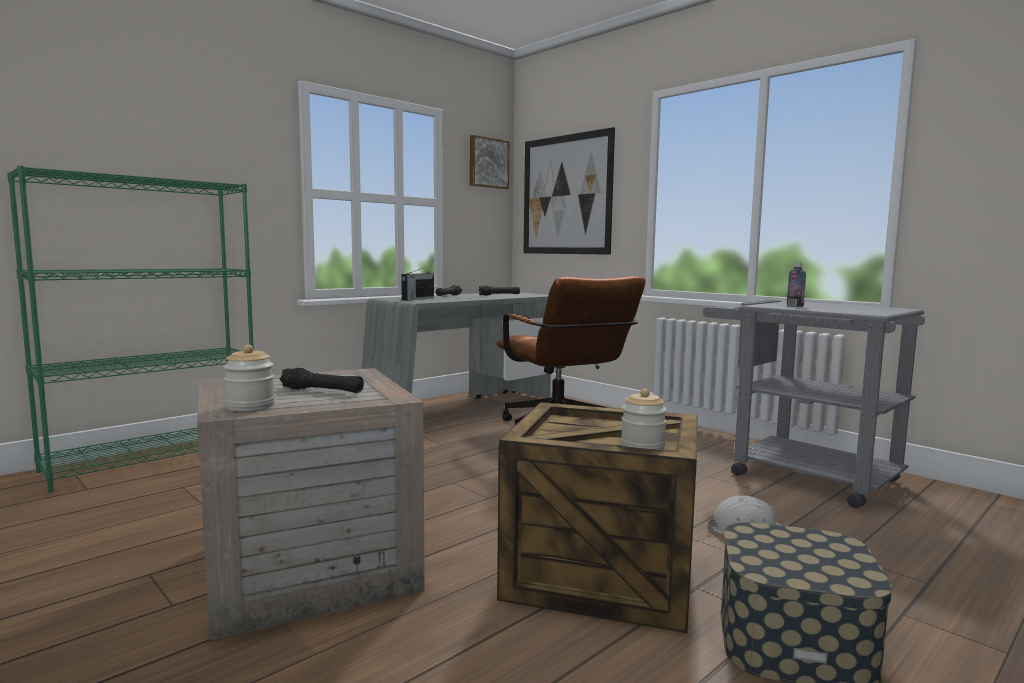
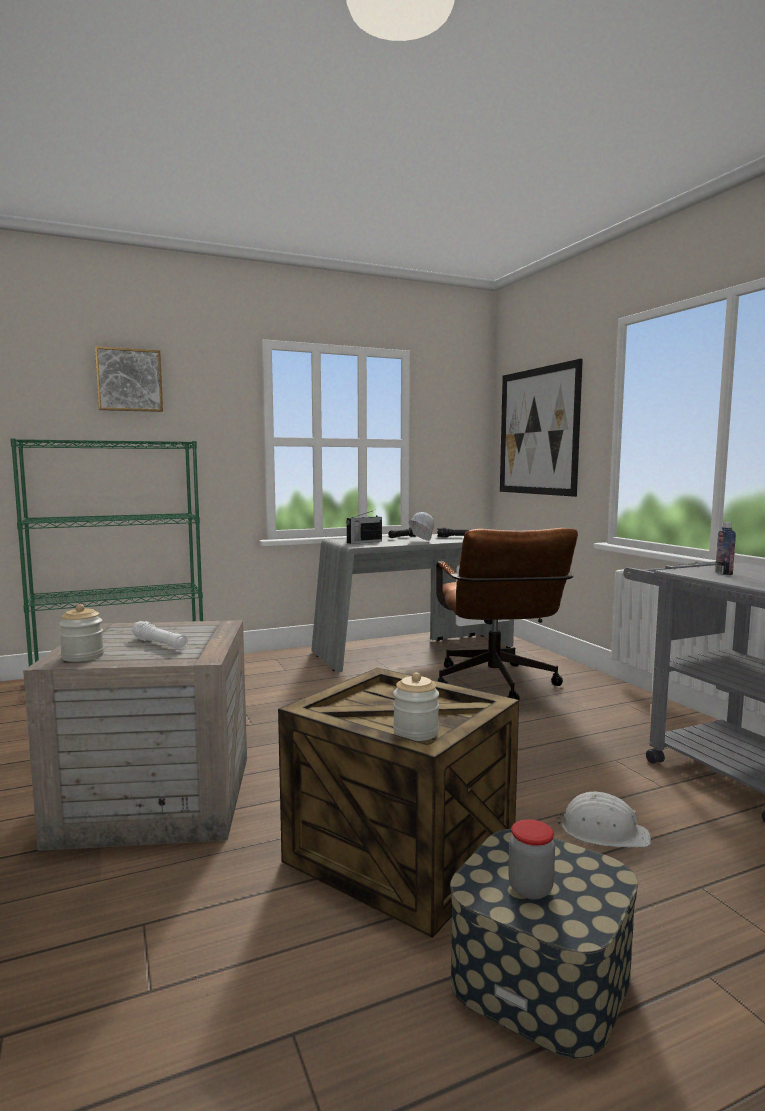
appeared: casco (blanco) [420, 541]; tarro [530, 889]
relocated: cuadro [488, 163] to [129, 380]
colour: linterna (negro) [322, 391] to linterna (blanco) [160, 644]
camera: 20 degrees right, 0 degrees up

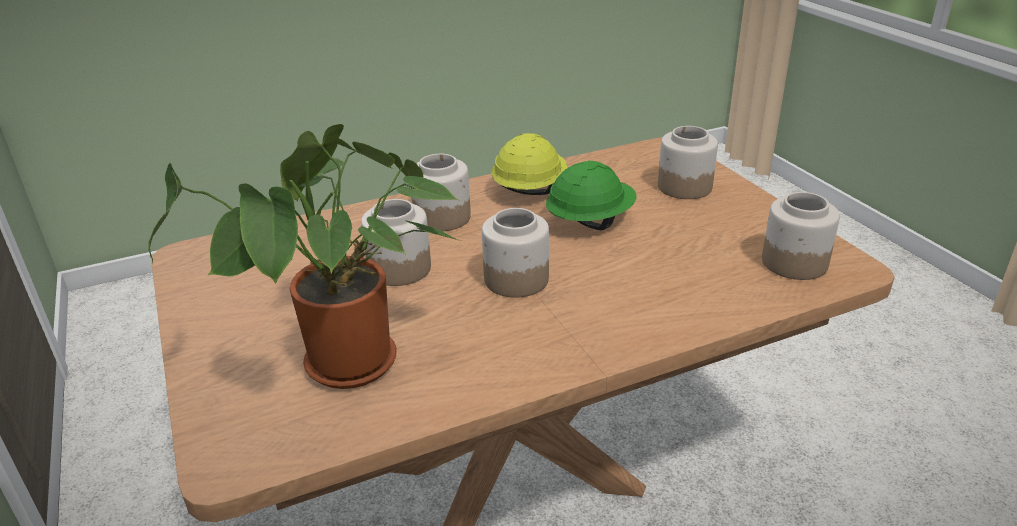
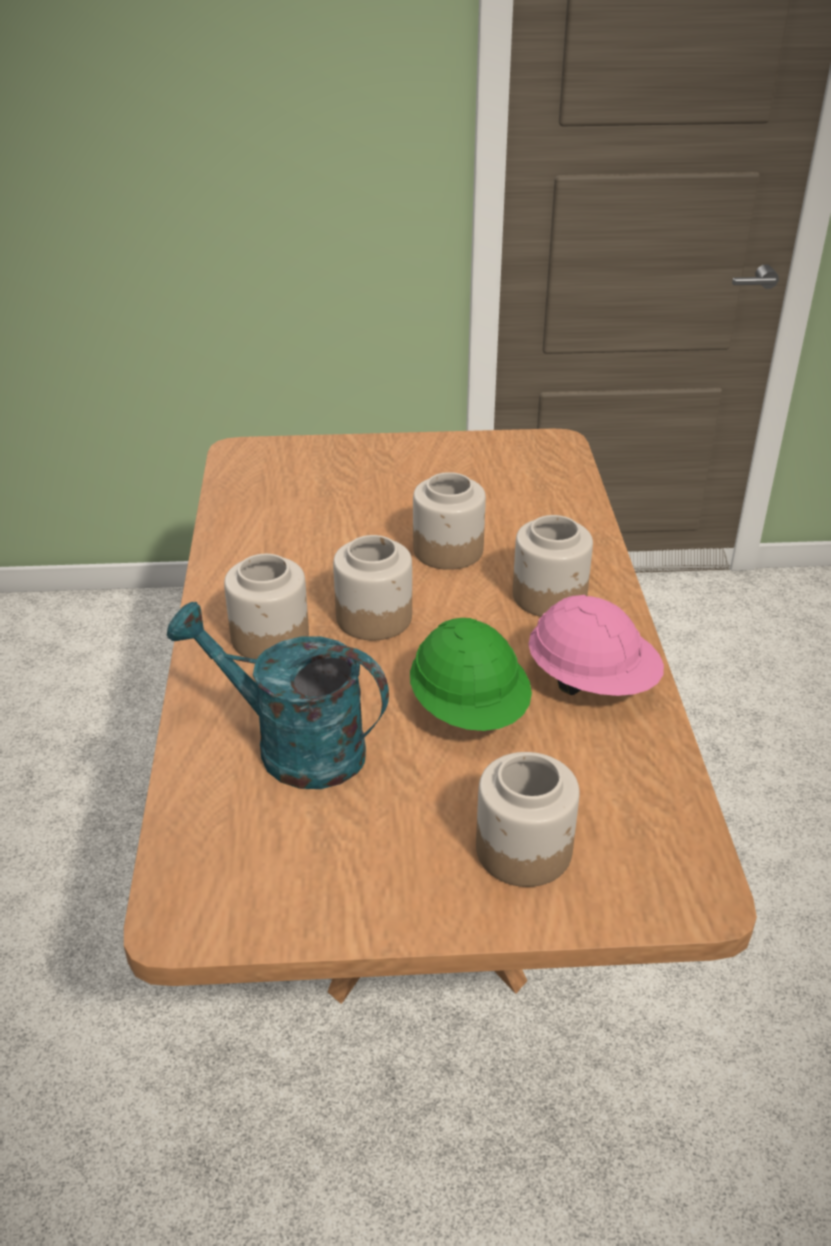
missing: planta en maceta [348, 370]
appeared: regadera (turquesa) [292, 747]
relocated: tarro [793, 262] to [271, 637]
colour: casco (amarillo) [529, 190] to casco (rosa) [592, 682]
camera: 110 degrees right, 5 degrees up

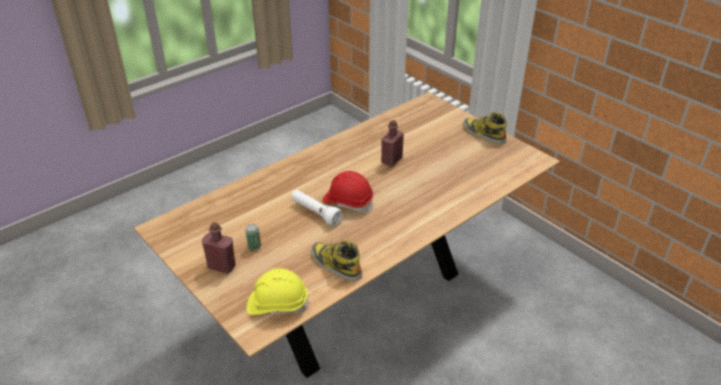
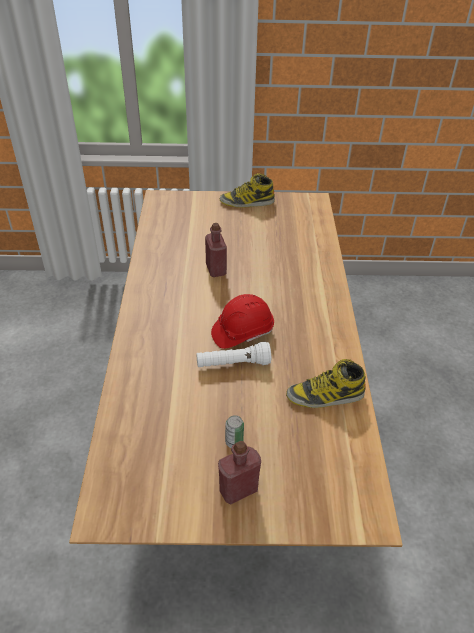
missing: casco (amarillo) [277, 304]
camera: 50 degrees left, 5 degrees up

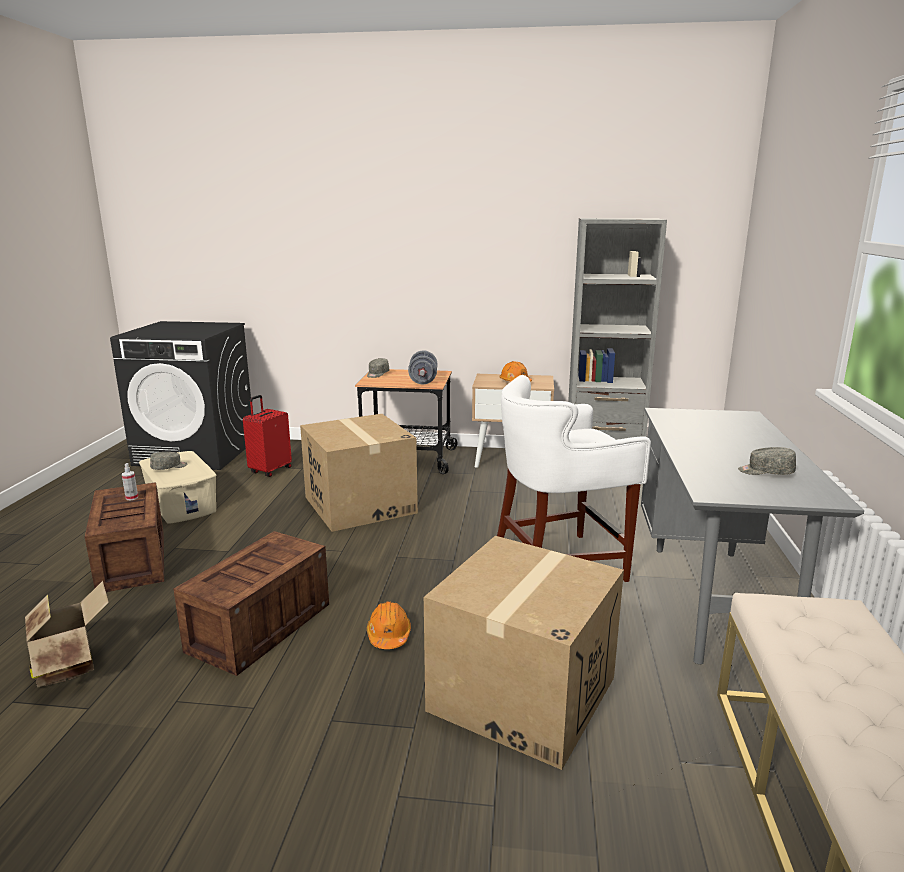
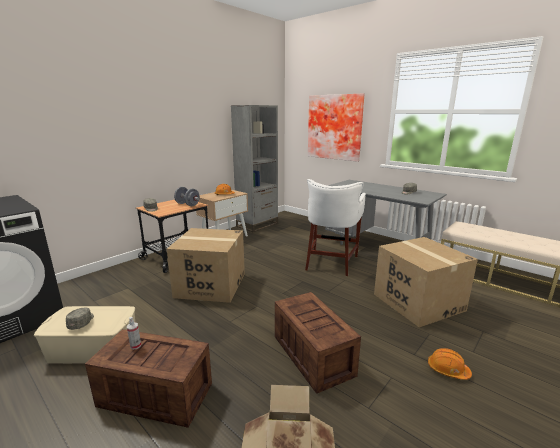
missing: maleta (rojo) [270, 470]
appeared: cuadro [335, 127]
relocated: casco (naranja) [389, 635] to [447, 370]
camera: 55 degrees left, 0 degrees up

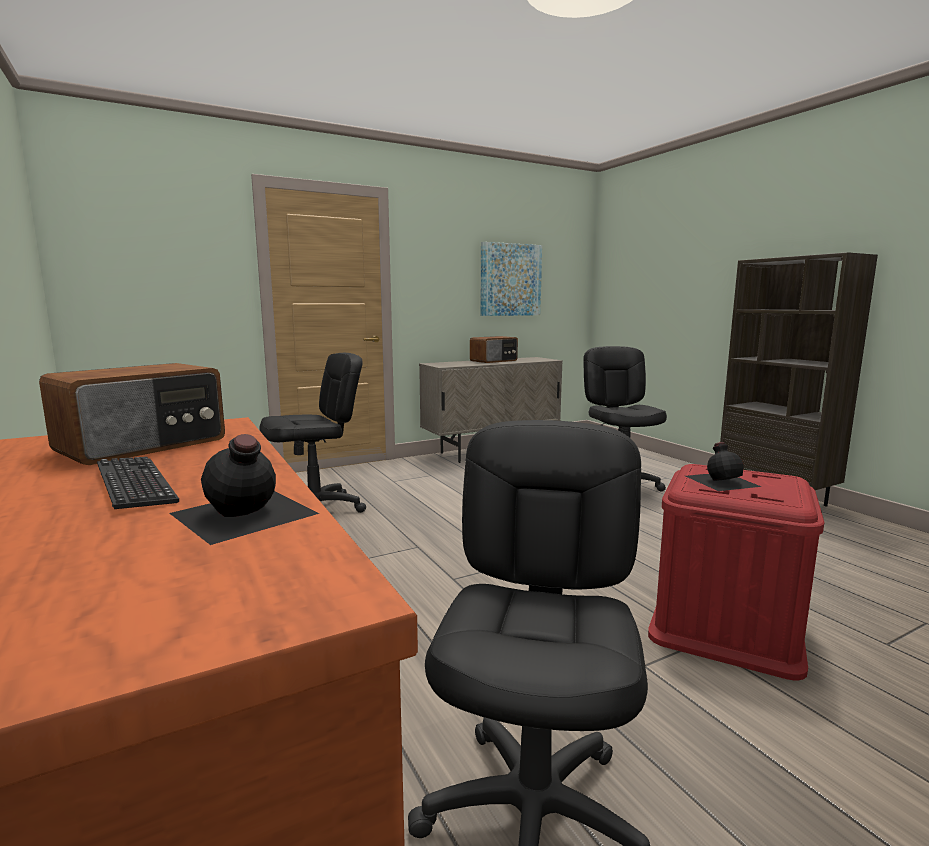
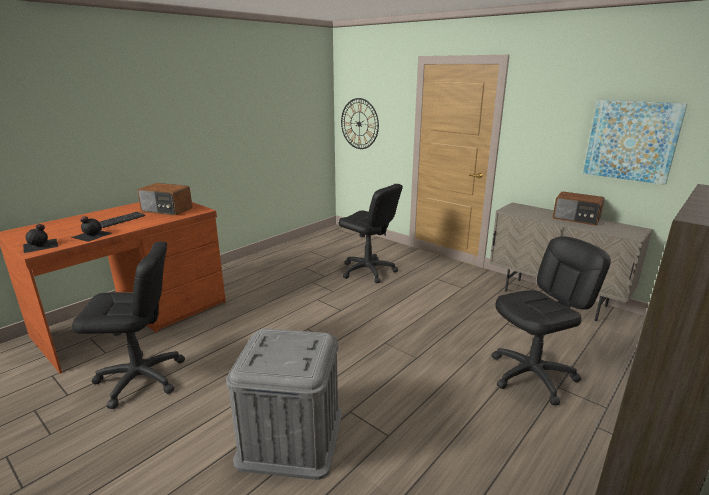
appeared: reloj de pared [359, 124]
relocated: botella (negro) [722, 480] to [41, 245]
colour: caja de almacenaje (rojo) [726, 625] to caja de almacenaje (gris) [291, 437]
camera: 70 degrees right, 10 degrees up

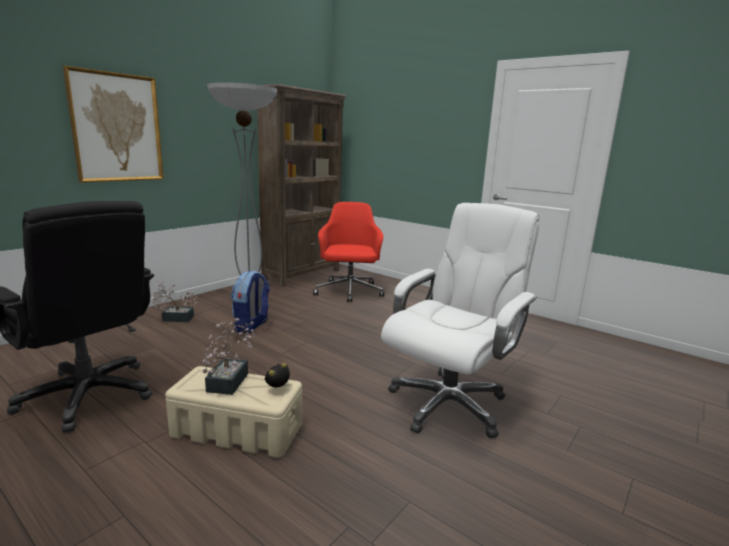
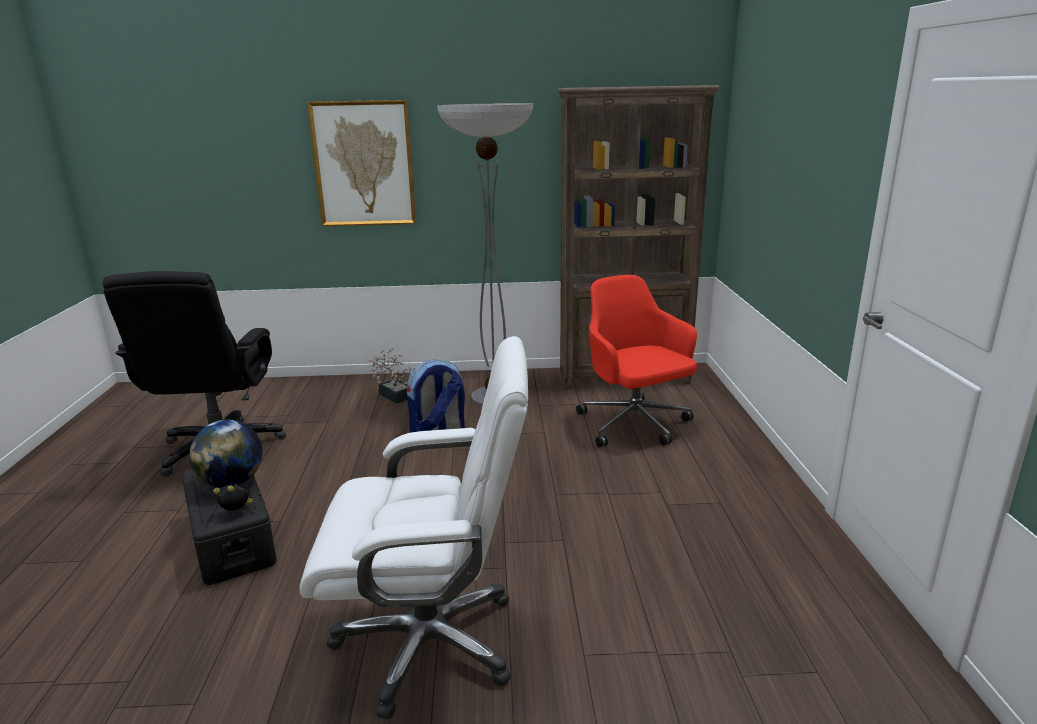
exchanged: planta en maceta [230, 379] to globo terráqueo [232, 483]
colour: caja de almacenaje (beis) [236, 430] to caja de almacenaje (negro) [231, 539]
spun: silla de oficina (rojo) [349, 292] = [634, 425] 75 degrees counterclockwise
camera: 50 degrees right, 5 degrees up

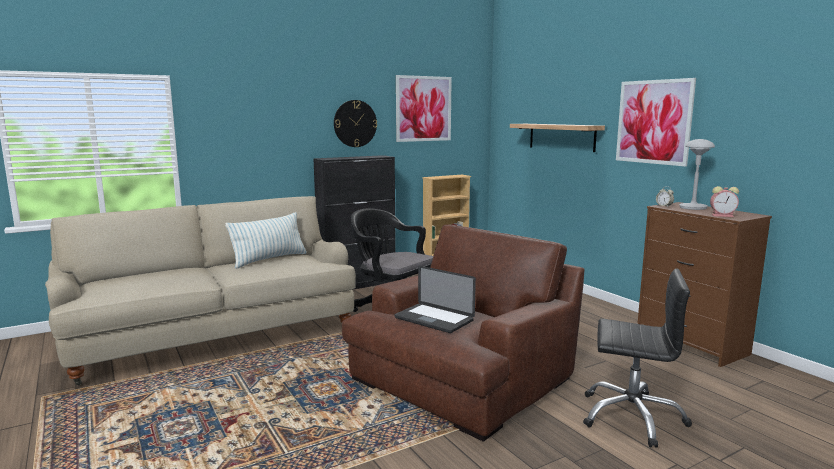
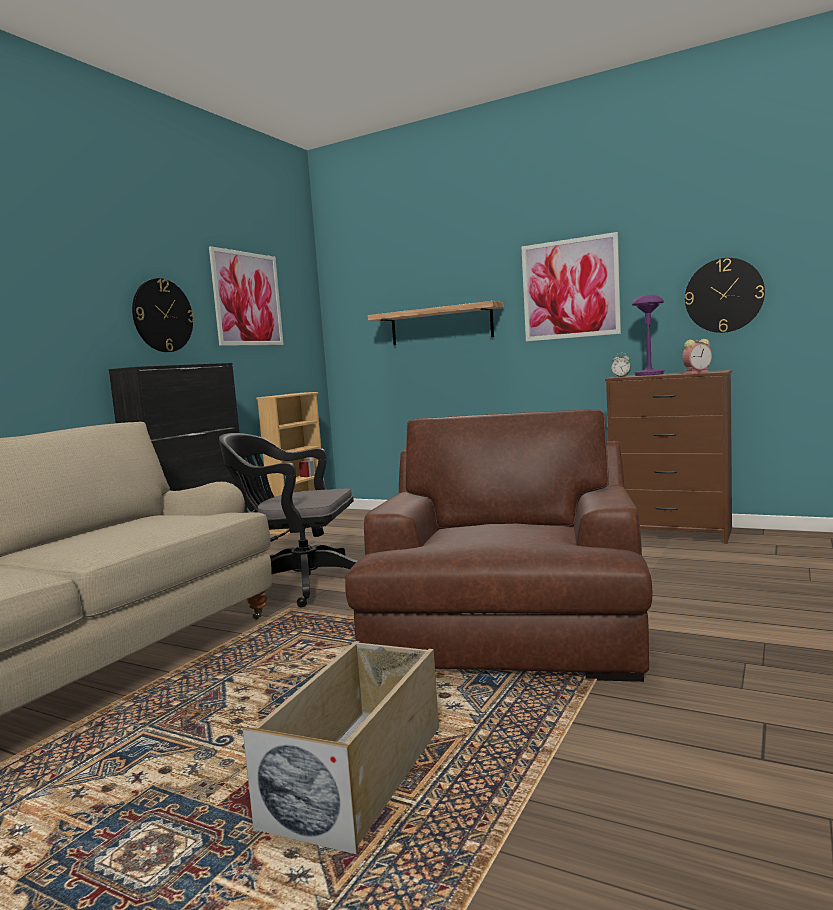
missing: cojín [269, 259]; portátil [434, 319]; silla de oficina (negro) [631, 416]
appeared: caja de almacenaje (beis) [358, 774]; reloj de pared [724, 295]
colour: lámpara de mesa (gris) [693, 207] to lámpara de mesa (morado) [649, 374]
camera: 30 degrees left, 5 degrees down

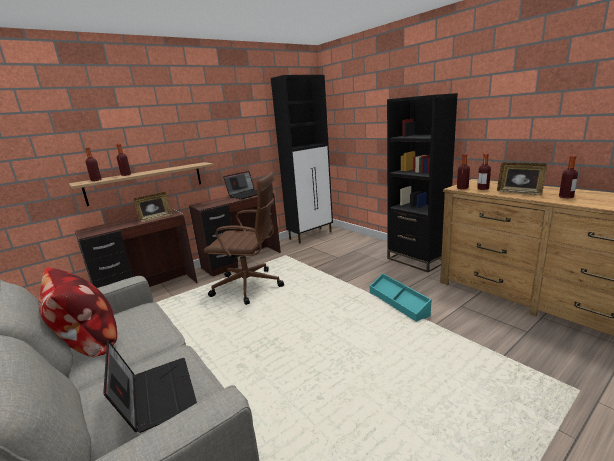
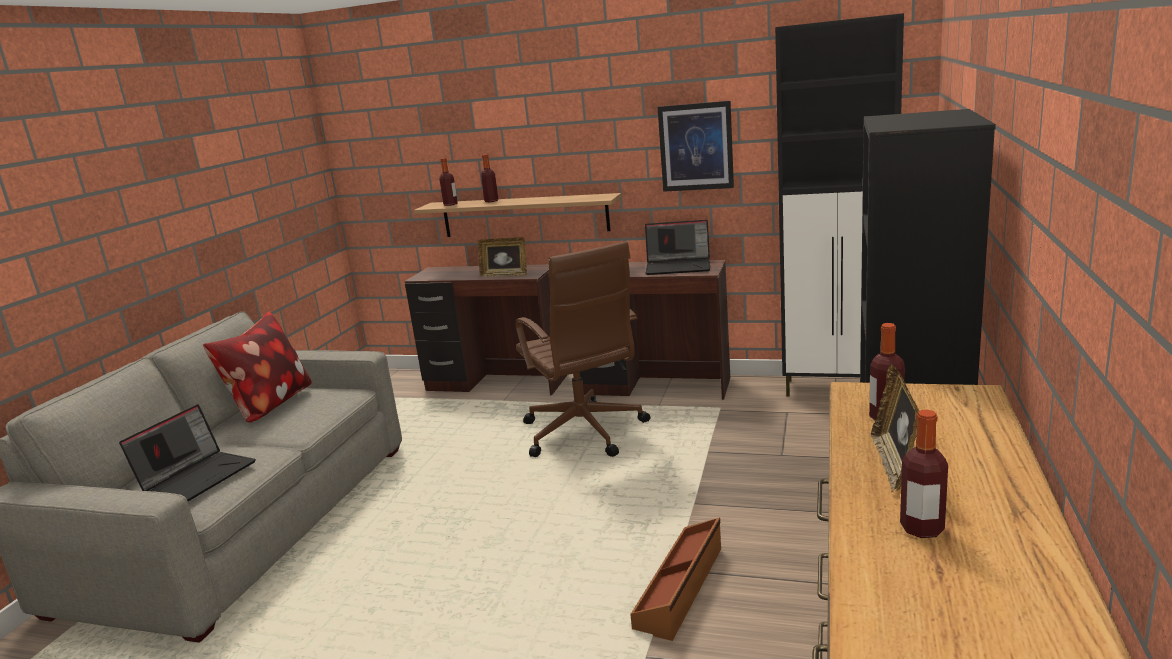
missing: botella [462, 188]
appeared: cuadro [696, 147]
colour: caja de almacenaje (turquesa) [398, 303] to caja de almacenaje (marrón) [681, 587]
camera: 55 degrees right, 0 degrees up

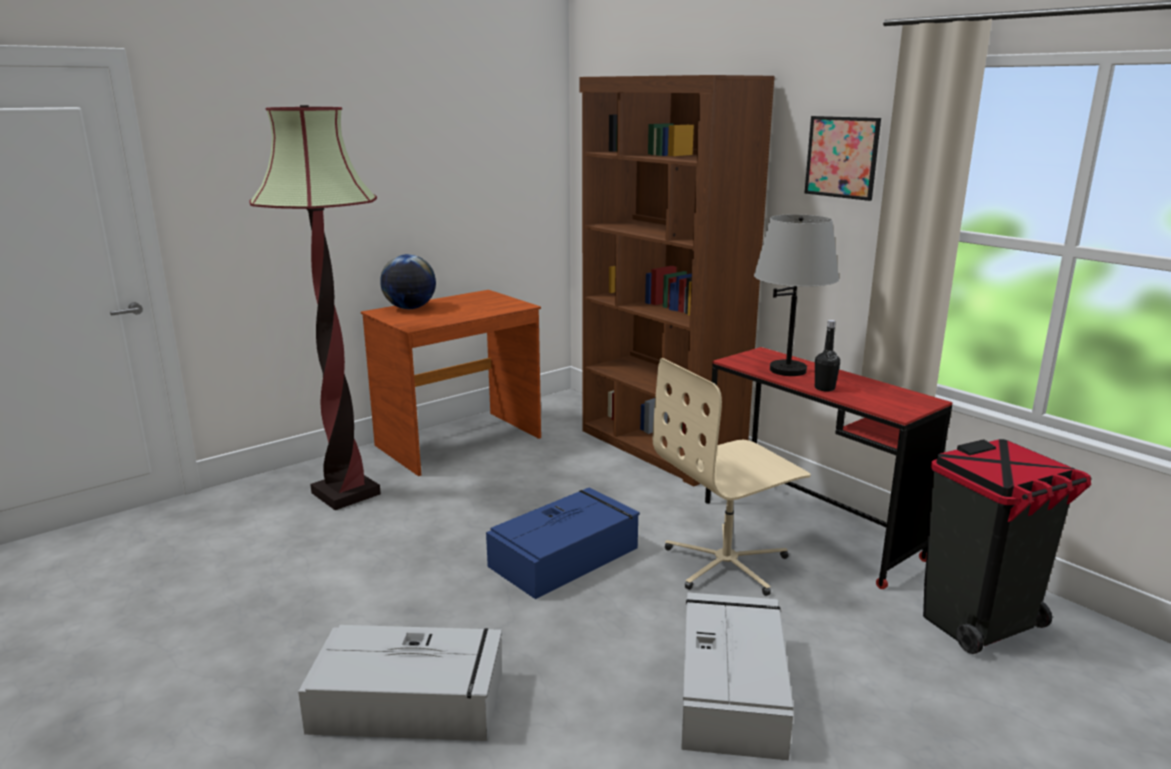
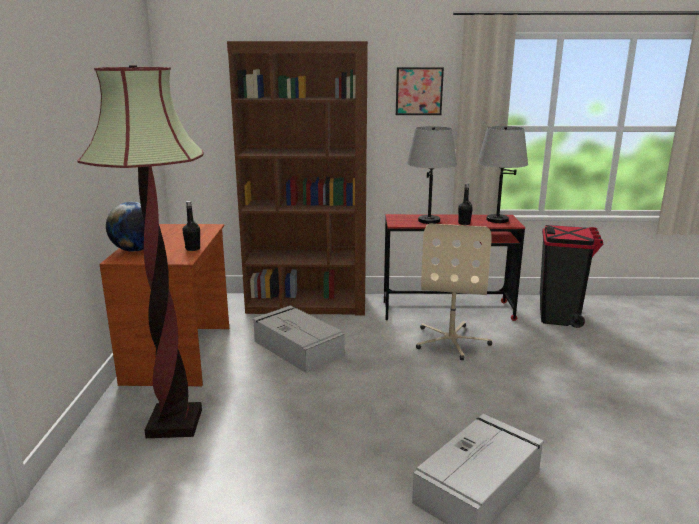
missing: caja de almacenaje (azul) [566, 556]
appeared: botella (negro) [193, 249]; lámpara de mesa (gris) [497, 220]
relocated: caja de almacenaje (gris) [731, 688] to [297, 348]
camera: 50 degrees left, 0 degrees up

